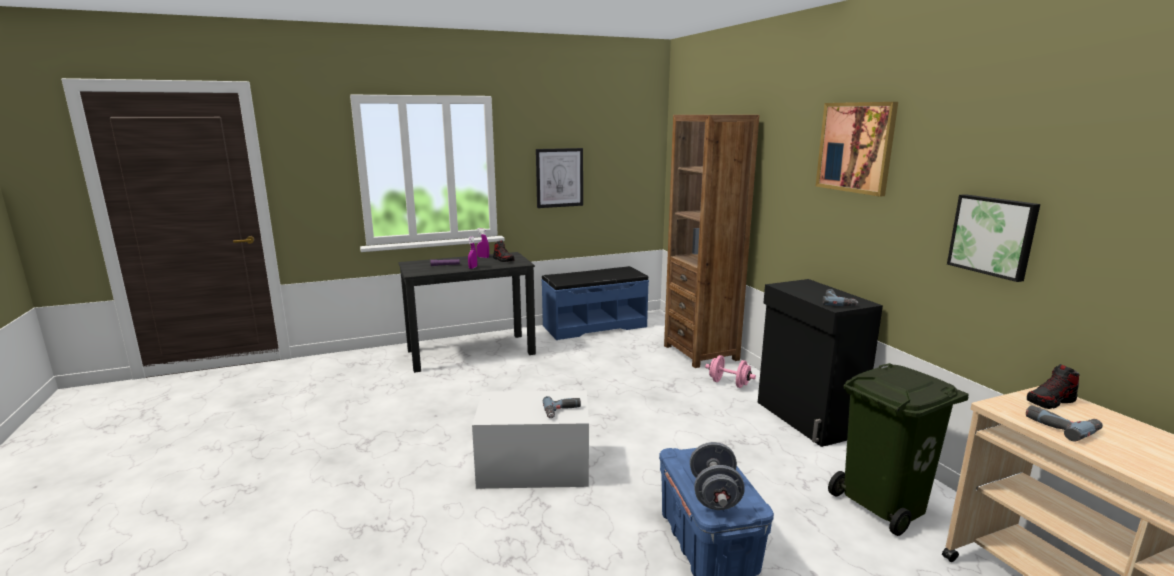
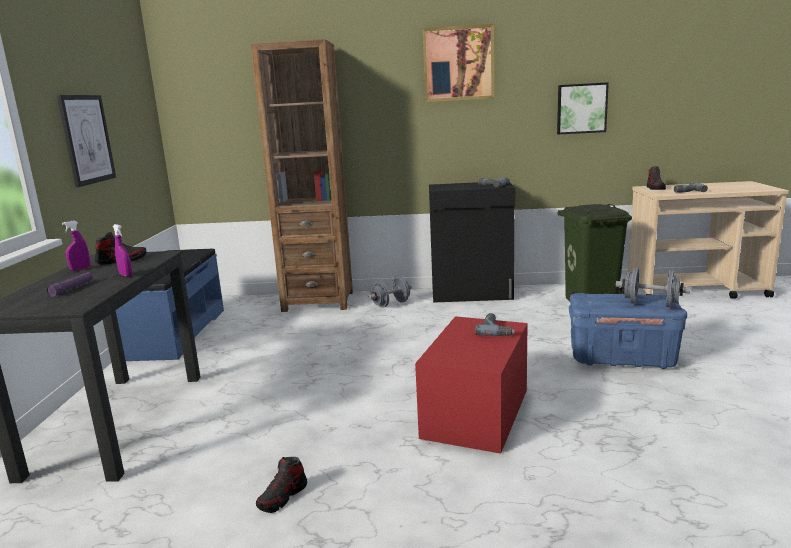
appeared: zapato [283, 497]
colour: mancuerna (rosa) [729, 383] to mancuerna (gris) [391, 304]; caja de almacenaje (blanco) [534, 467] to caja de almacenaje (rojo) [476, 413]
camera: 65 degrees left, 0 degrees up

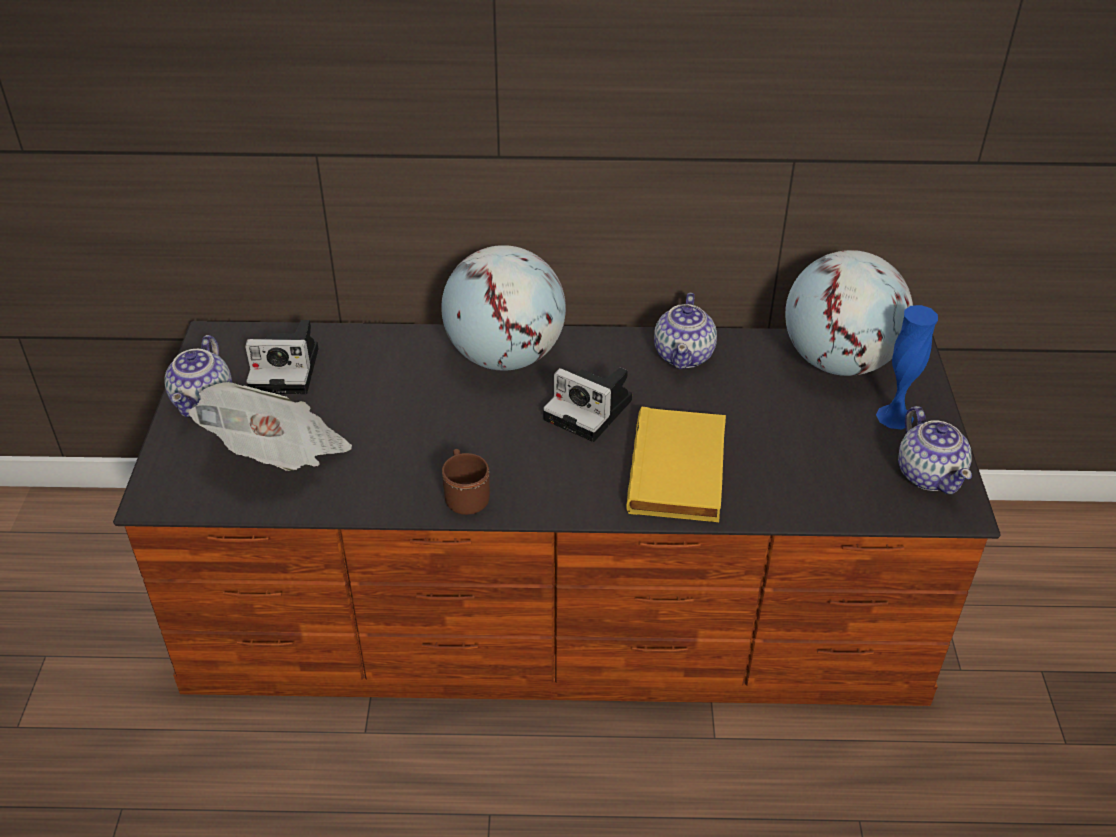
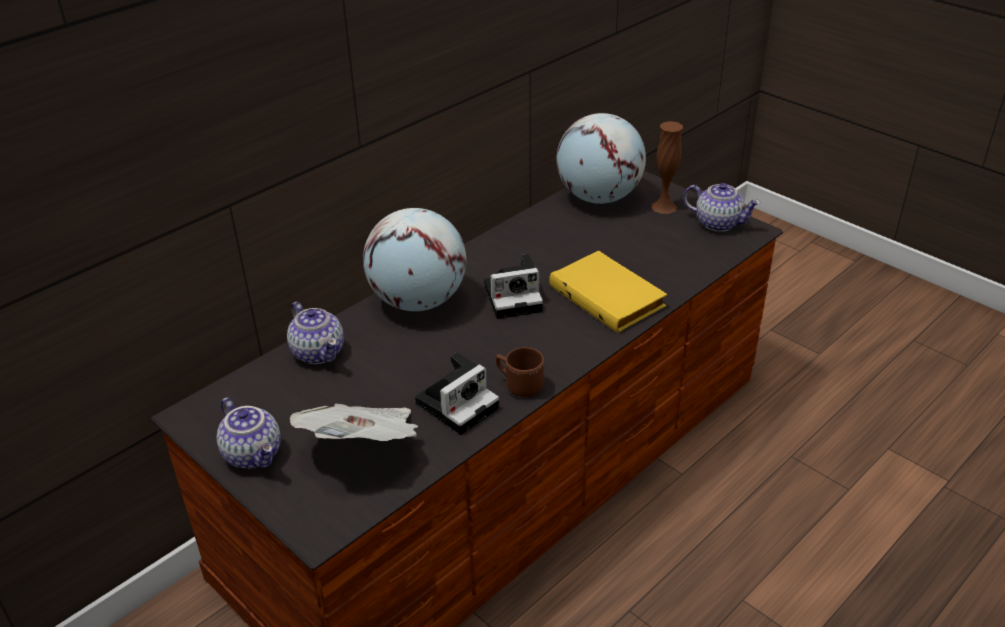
relocated: tetera [684, 354] to [318, 352]; cámara [288, 369] to [458, 403]
colour: florero (azul) [894, 416] to florero (marrón) [664, 207]
camera: 45 degrees left, 5 degrees down

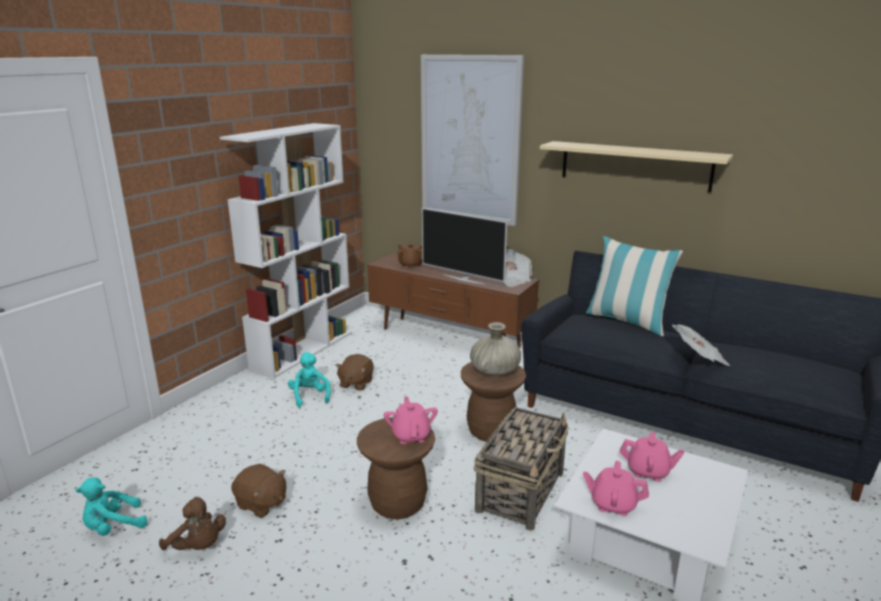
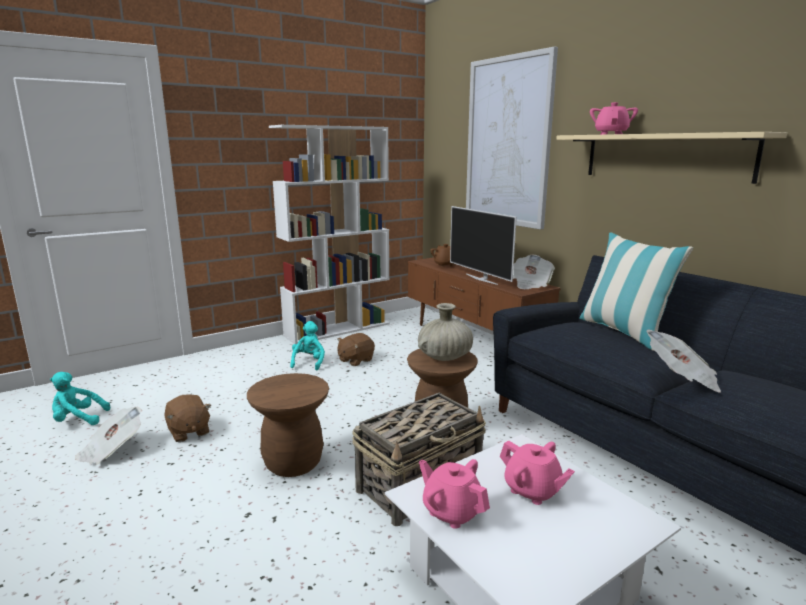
relocated: tetera (rosa) [411, 435] to [611, 134]
exchanged: peluche (marrón) [198, 547] to periódico [112, 450]
camera: 25 degrees right, 5 degrees down

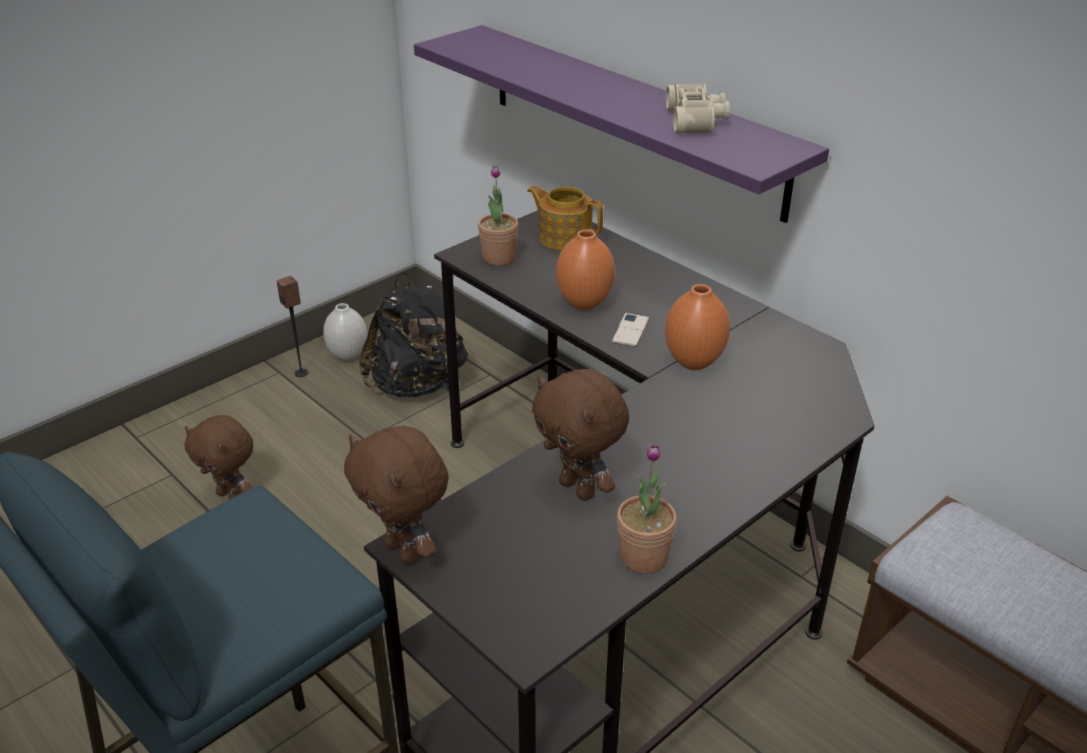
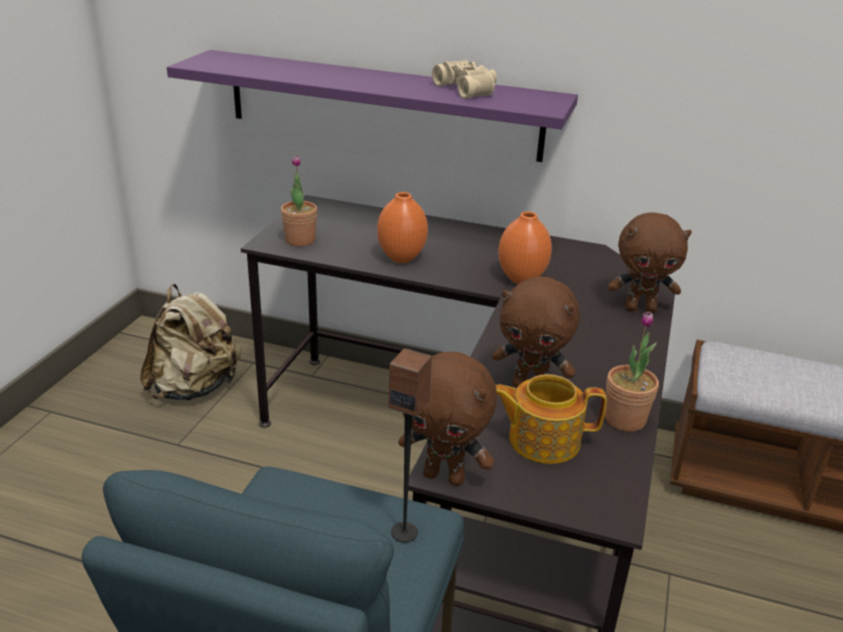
missing: florero (blanco) [348, 355]; móvil [630, 330]
relocated: altavoz [301, 373] to [404, 532]; tetera [564, 237] to [542, 440]; peluche (marrón) [231, 496] to [640, 308]
colour: mochila (negro) [417, 385] to mochila (beis) [195, 388]
camera: 30 degrees left, 5 degrees down

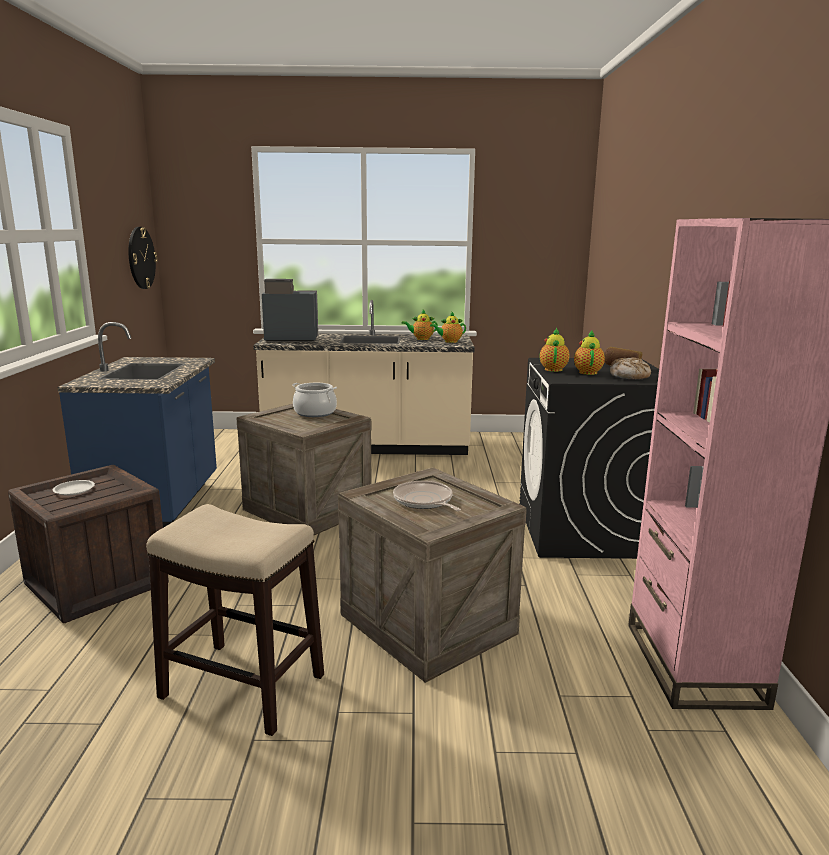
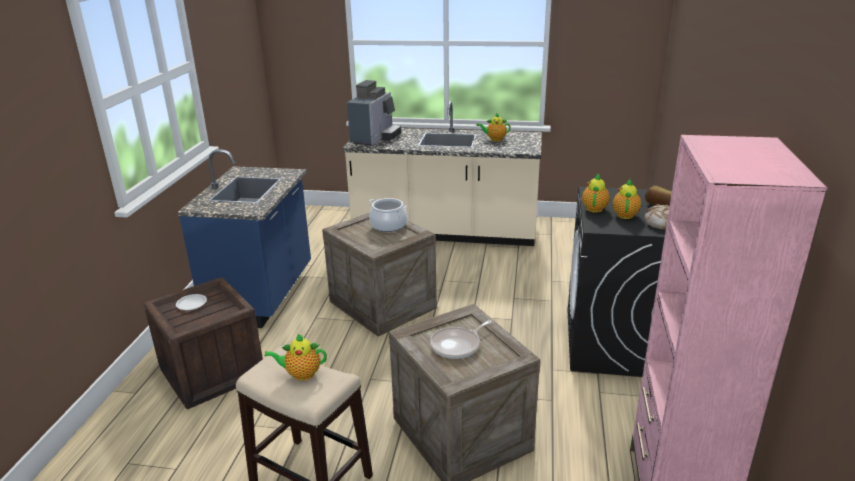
missing: reloj de pared [141, 258]
relocated: tetera [449, 341] to [301, 374]
spun: cafetera [289, 339] = [375, 138] 105 degrees clockwise; sartén [424, 501] = [457, 345] 105 degrees counterclockwise
camera: 10 degrees right, 10 degrees up

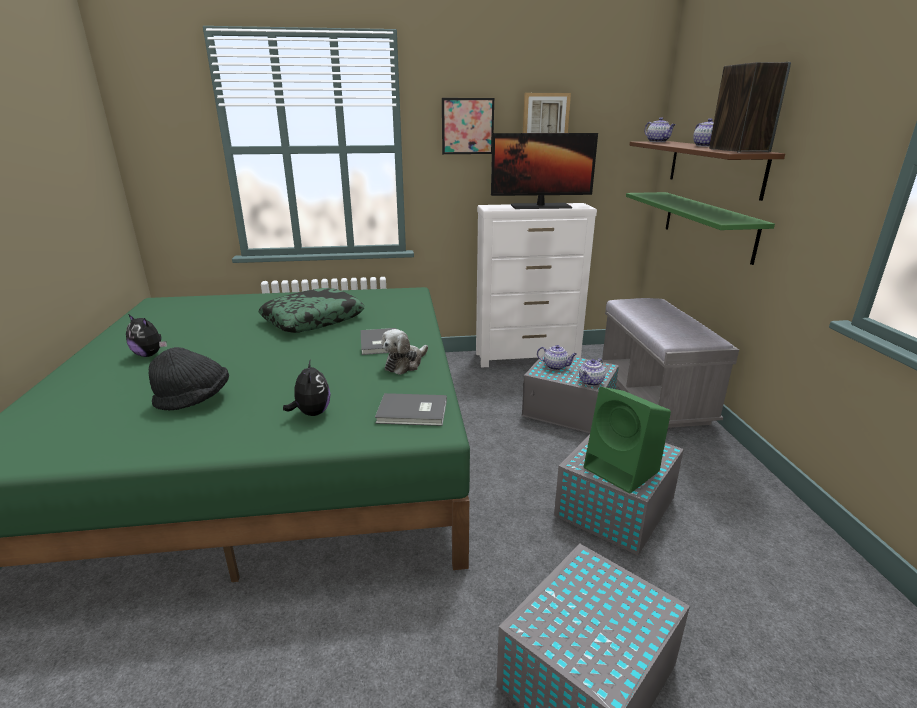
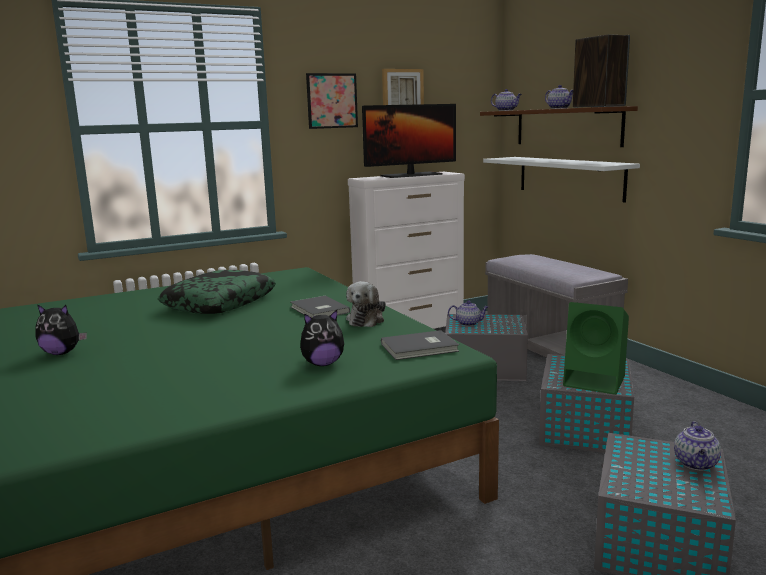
missing: sombrero (negro) [194, 400]
relocated: tetera [591, 382] to [696, 464]
colour: estante (verde) [708, 225] to estante (blanco) [569, 177]
spun: peluche [311, 413] = [322, 364] 105 degrees clockwise
camera: 20 degrees left, 10 degrees down

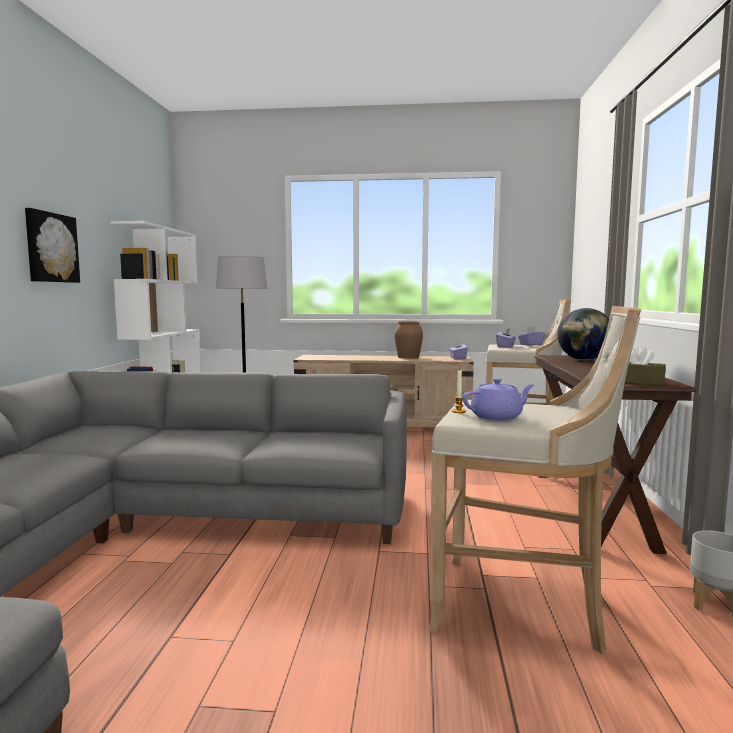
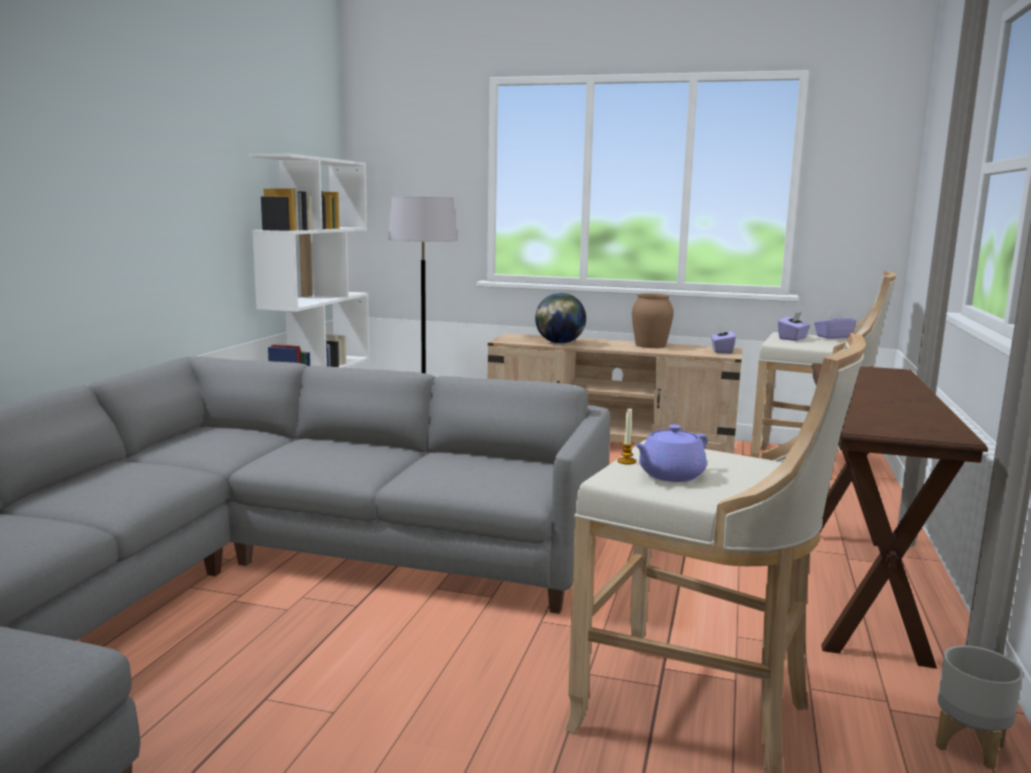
missing: cuadro [50, 247]; caja de pañuelos (marrón) [639, 382]
relocated: globo terráqueo [583, 360] to [559, 343]
spun: tetera (morado) [497, 417] = [670, 475] 150 degrees clockwise
camera: 10 degrees right, 5 degrees up

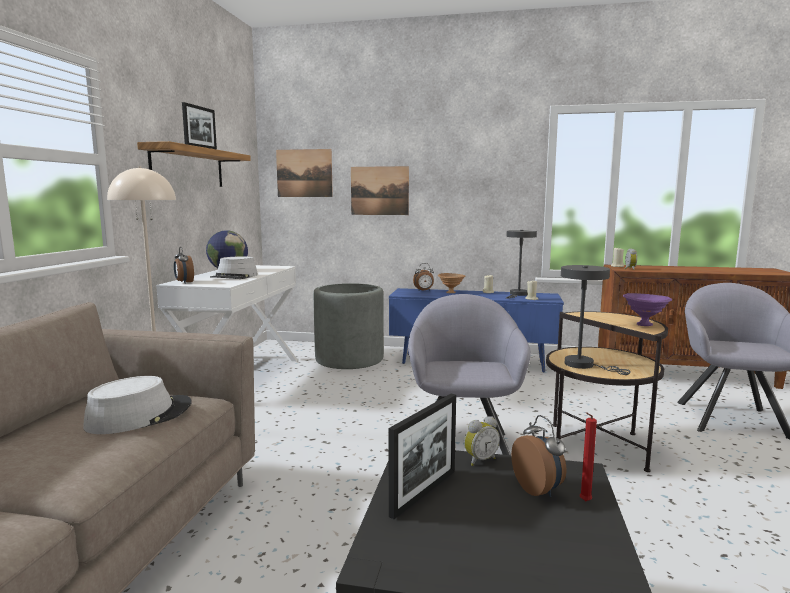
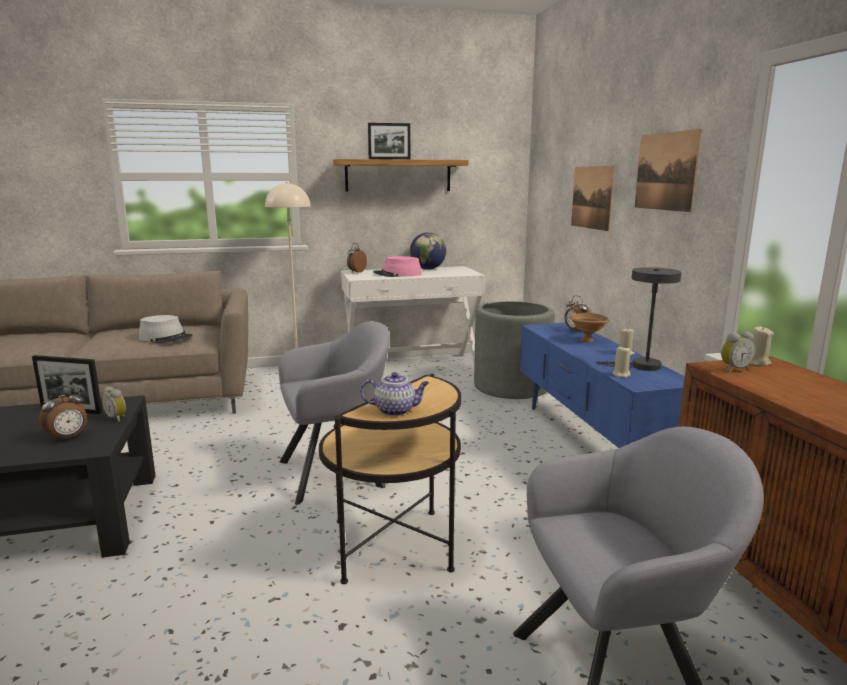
missing: lámpara de mesa (gris) [584, 365]; vela (rojo) [584, 502]
relocated: cuadro [304, 173] to [666, 171]
exchanged: cuenco (morado) [644, 324] to tetera [396, 410]
colour: sombrero (gris) [235, 277] to sombrero (rosa) [397, 274]
camera: 65 degrees right, 5 degrees up

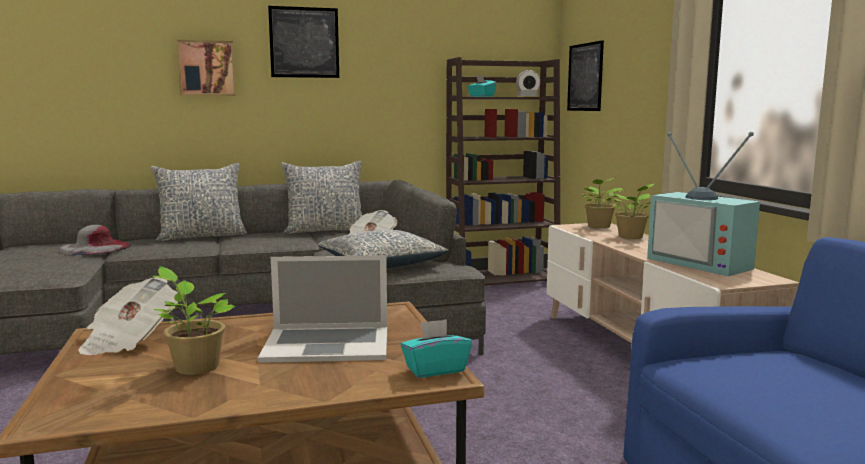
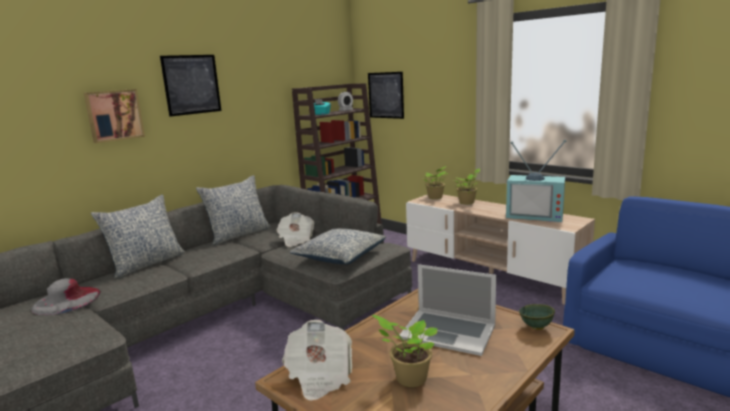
exchanged: caja de pañuelos (turquesa) [435, 369] to cuenco (verde) [536, 327]
spun: portátil [327, 344] = [448, 331] 60 degrees clockwise
camera: 30 degrees left, 5 degrees up

